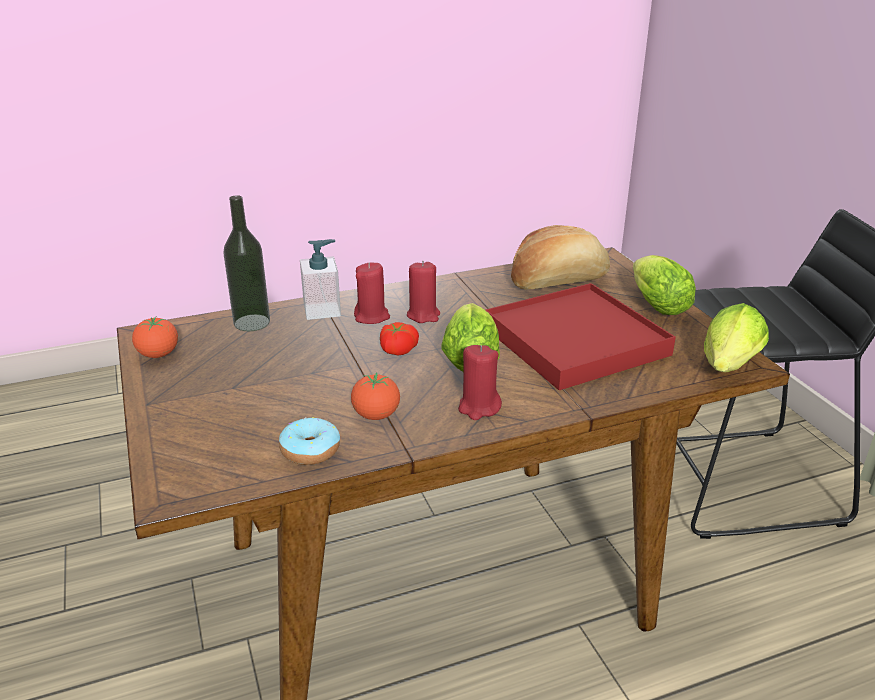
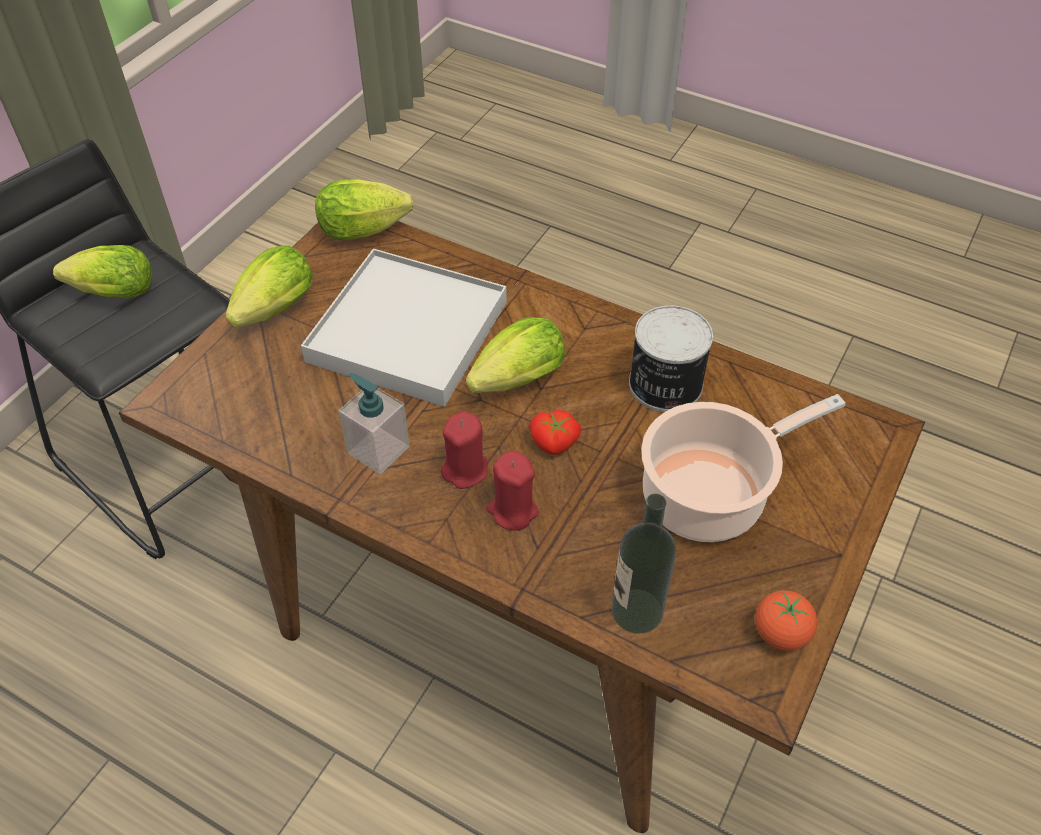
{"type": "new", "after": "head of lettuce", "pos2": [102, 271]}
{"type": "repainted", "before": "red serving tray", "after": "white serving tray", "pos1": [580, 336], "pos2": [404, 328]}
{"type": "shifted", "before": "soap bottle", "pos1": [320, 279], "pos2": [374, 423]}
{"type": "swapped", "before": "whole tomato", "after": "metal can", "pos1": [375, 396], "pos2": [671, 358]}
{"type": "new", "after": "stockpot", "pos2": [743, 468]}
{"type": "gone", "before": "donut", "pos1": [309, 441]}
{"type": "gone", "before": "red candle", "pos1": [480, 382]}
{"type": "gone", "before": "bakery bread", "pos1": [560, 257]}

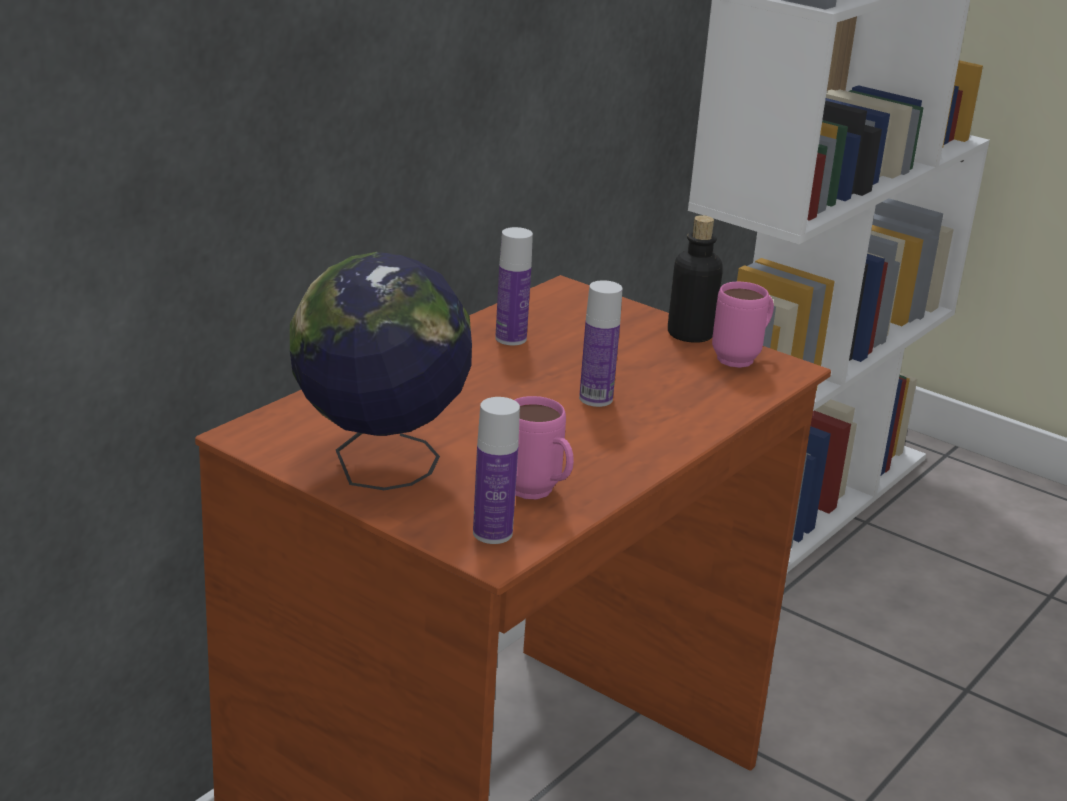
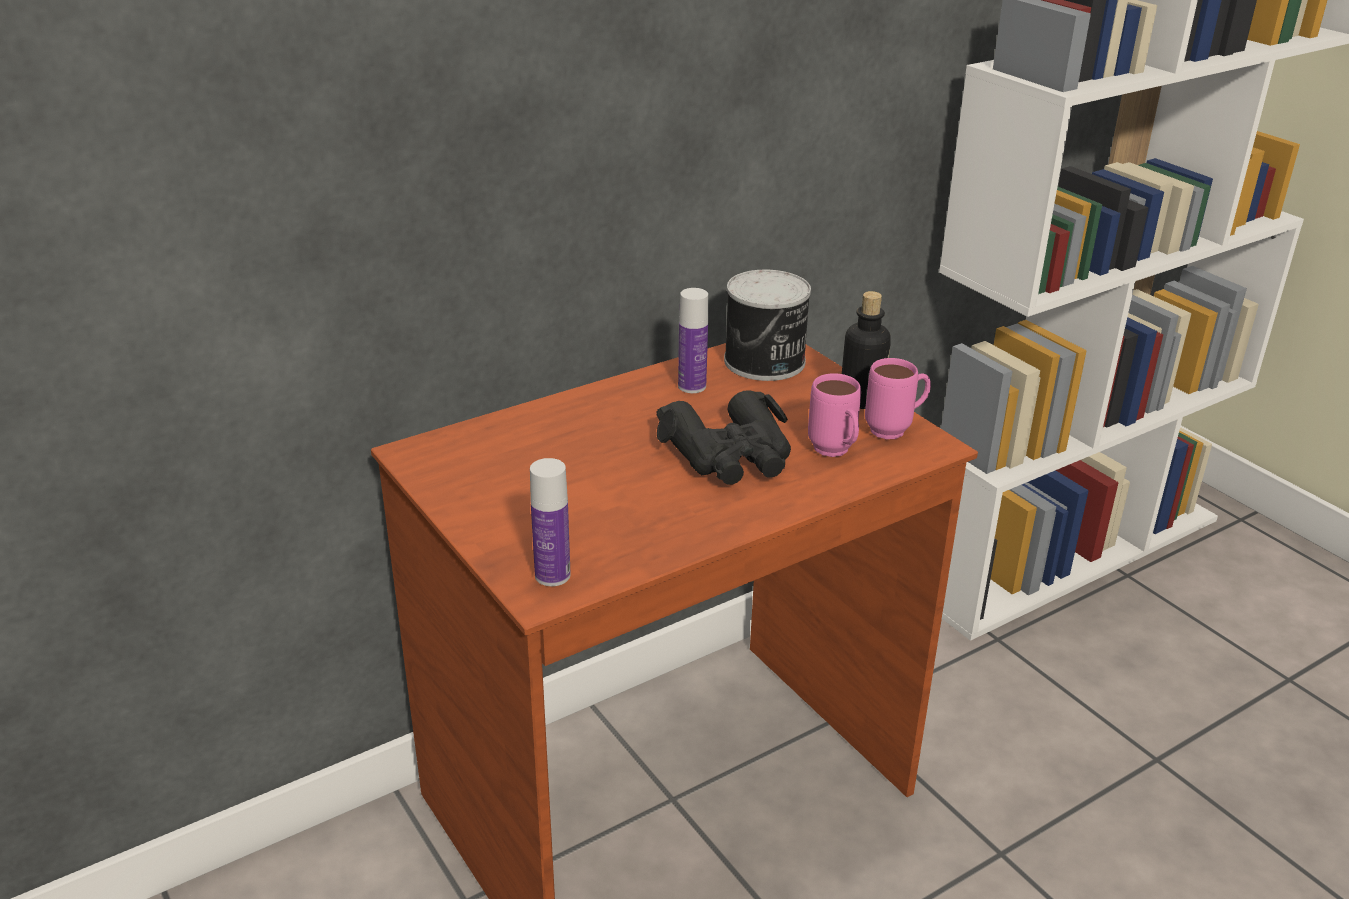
{"type": "swapped", "before": "drink bottle", "after": "black binoculars", "pos1": [601, 343], "pos2": [723, 437]}
{"type": "new", "after": "metal can", "pos2": [767, 325]}
{"type": "shifted", "before": "pink mug", "pos1": [544, 448], "pos2": [834, 415]}
{"type": "gone", "before": "desk globe", "pos1": [381, 371]}

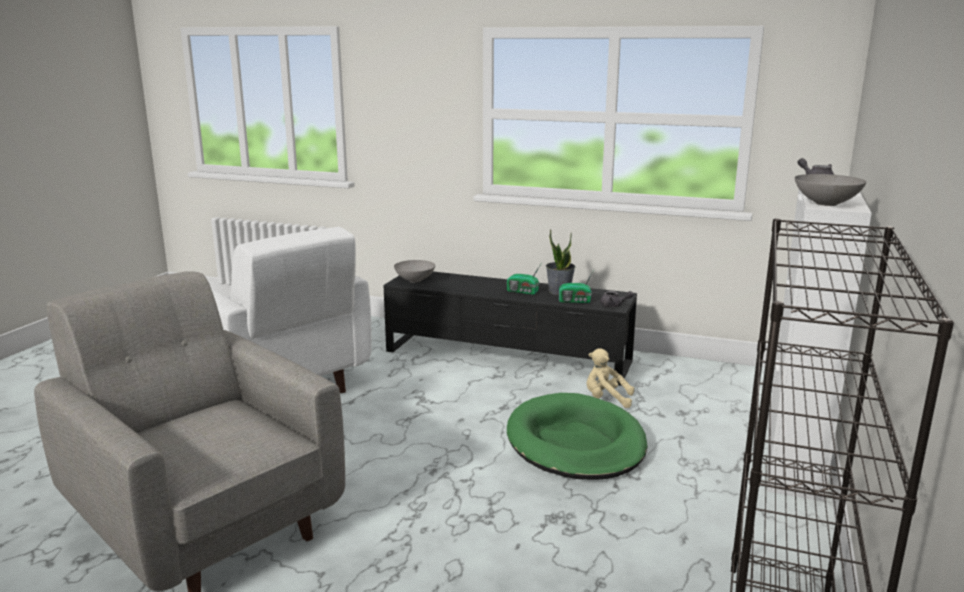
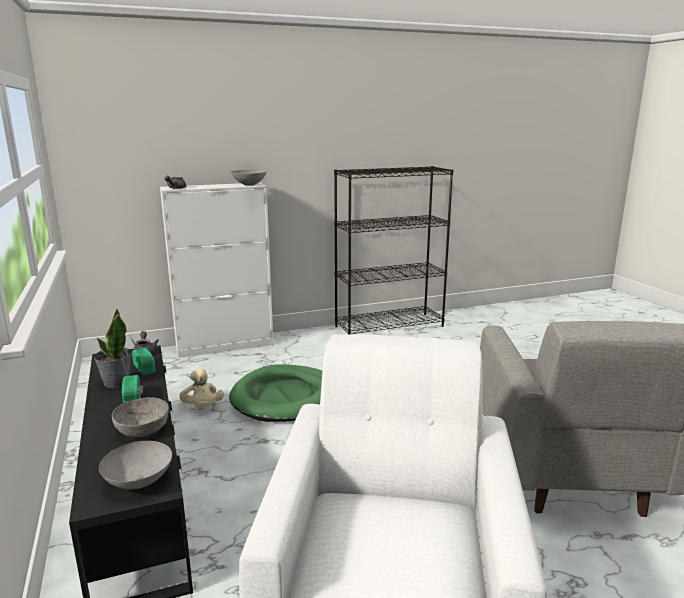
{"type": "new", "after": "gray deep dish", "pos2": [140, 417]}

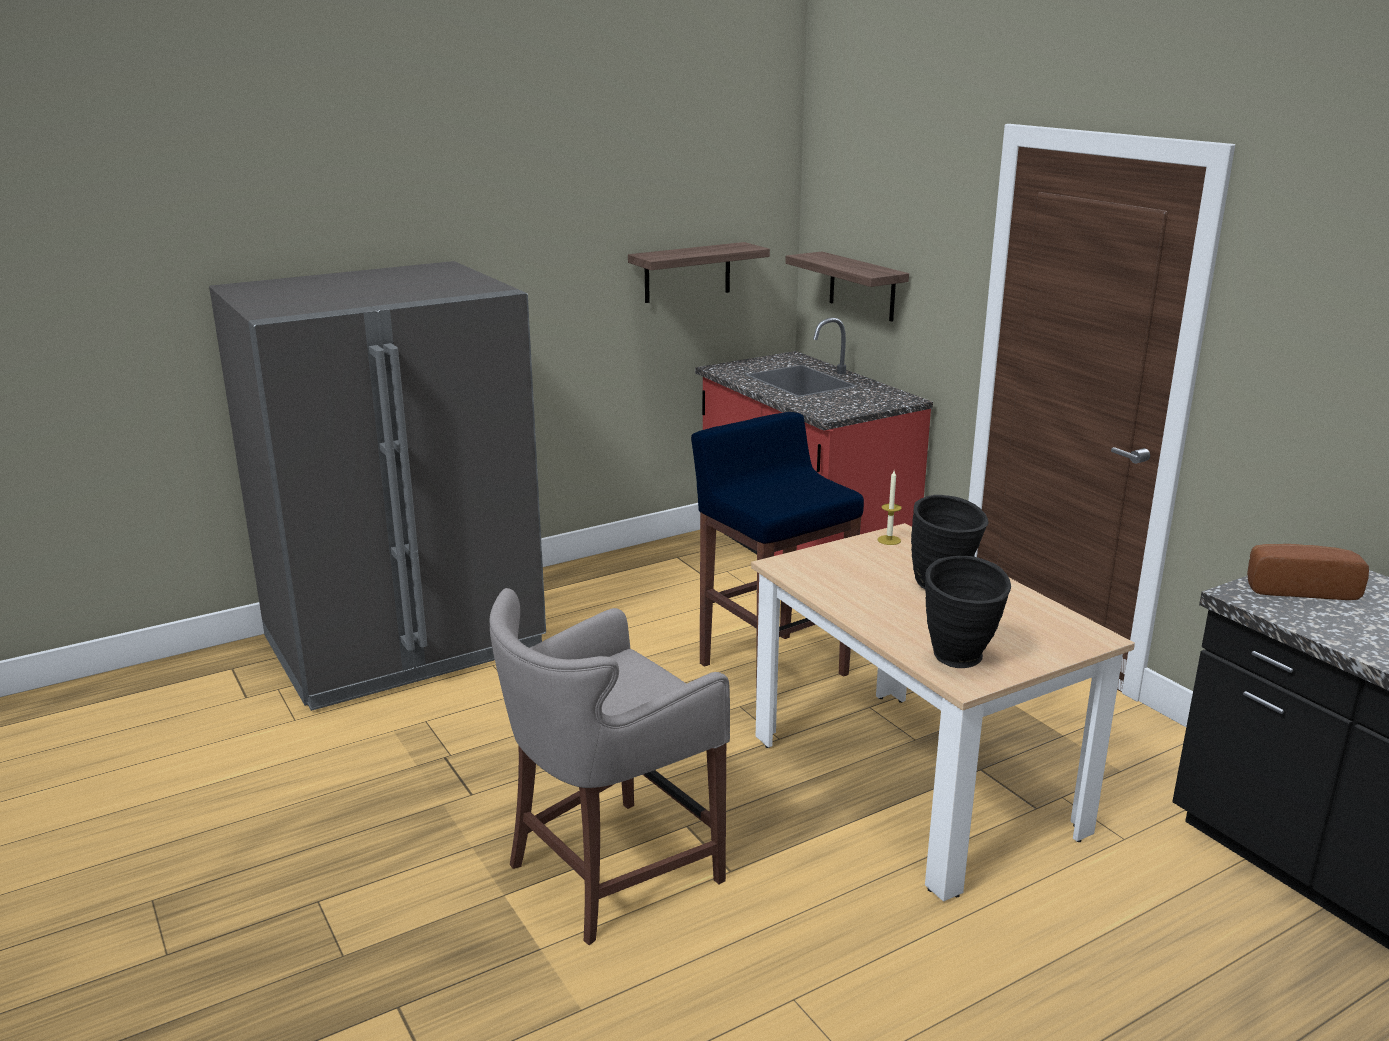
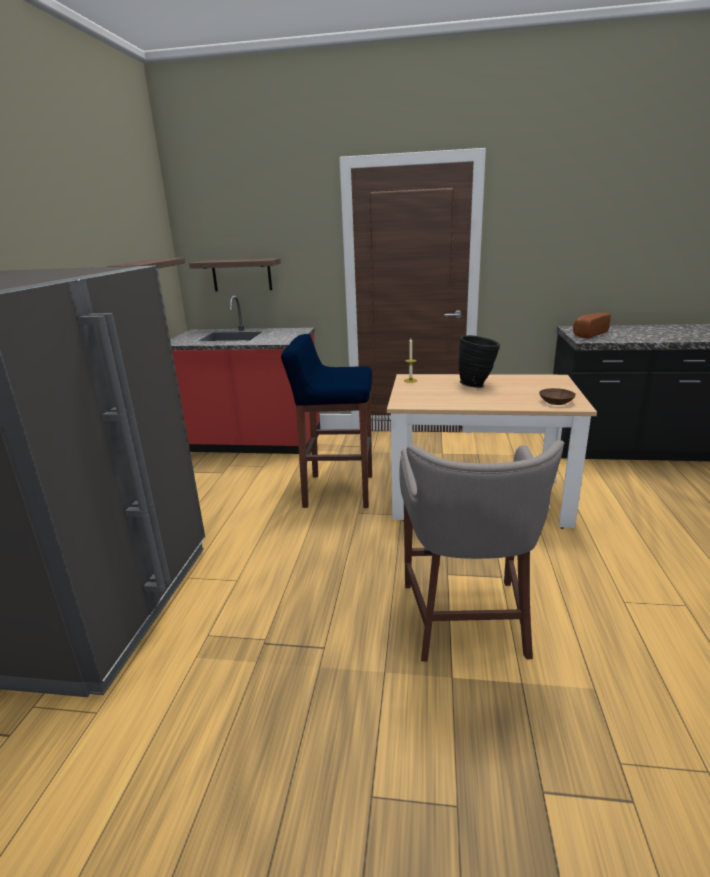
{"type": "swapped", "before": "black vase", "after": "brown-coloured deep dish", "pos1": [968, 612], "pos2": [557, 396]}

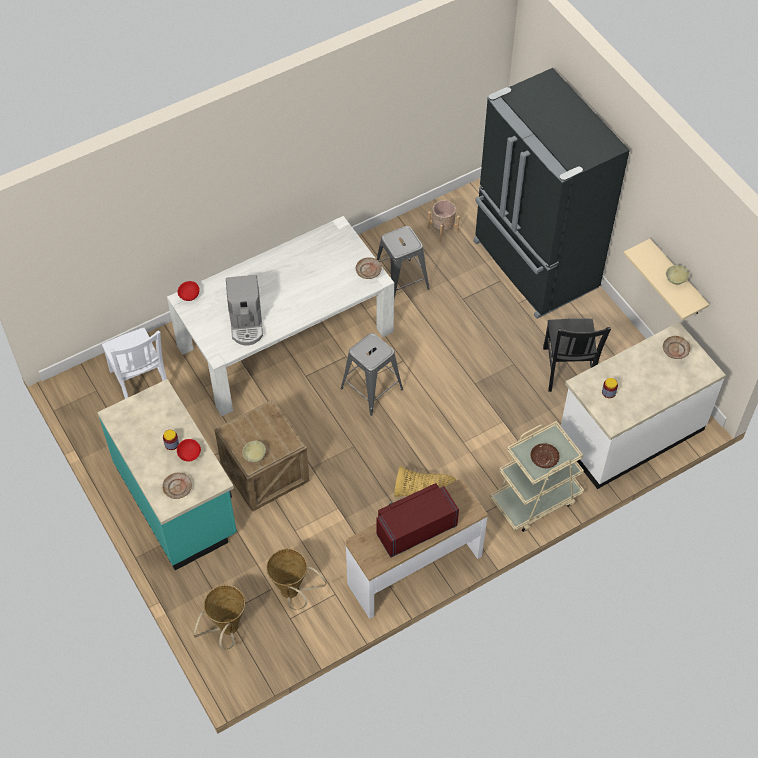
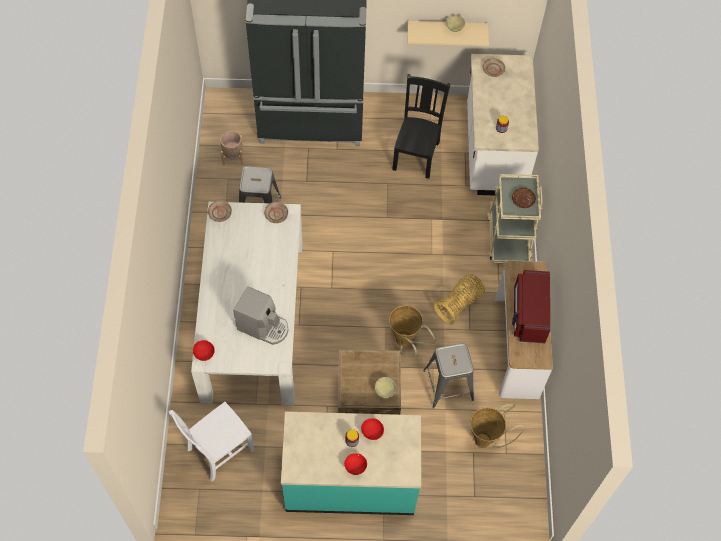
{"type": "rotated", "before": "white upright chair", "pos1": [134, 363], "pos2": [211, 442], "turn": 135}
{"type": "shifted", "before": "sand-coloured flat dish", "pos1": [177, 486], "pos2": [220, 211]}
{"type": "new", "after": "red deep dish", "pos2": [355, 464]}
{"type": "shifted", "before": "storage basket", "pos1": [219, 617], "pos2": [412, 331]}
{"type": "rotated", "before": "black upright chair", "pos1": [577, 355], "pos2": [421, 126], "turn": -105}
{"type": "shifted", "before": "gray stool", "pos1": [372, 374], "pos2": [448, 375]}

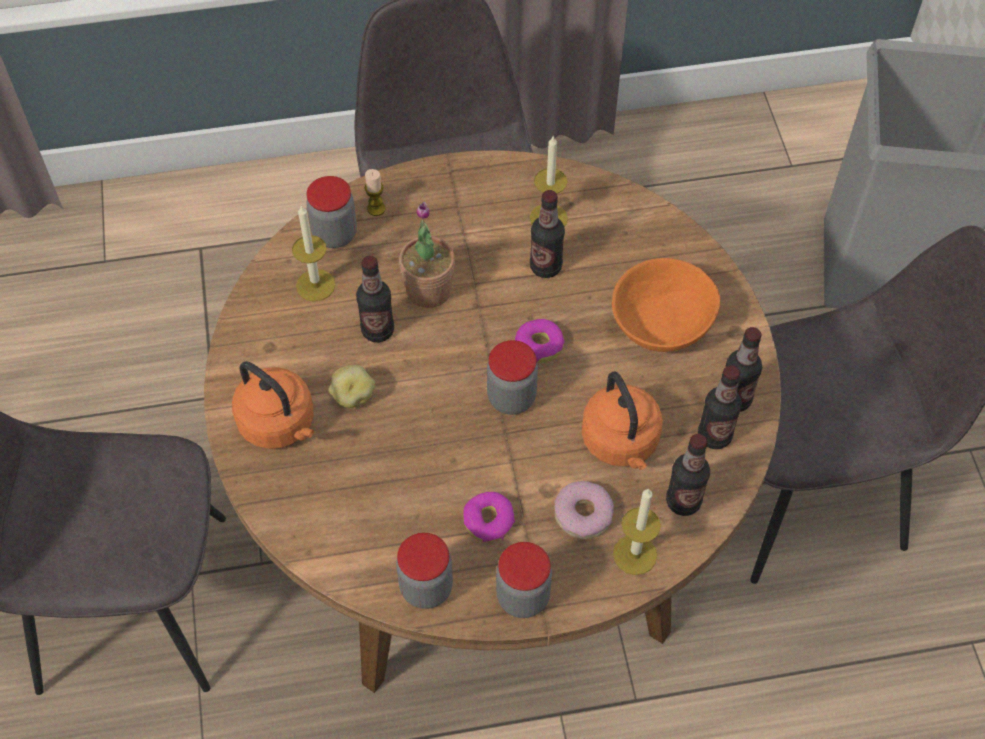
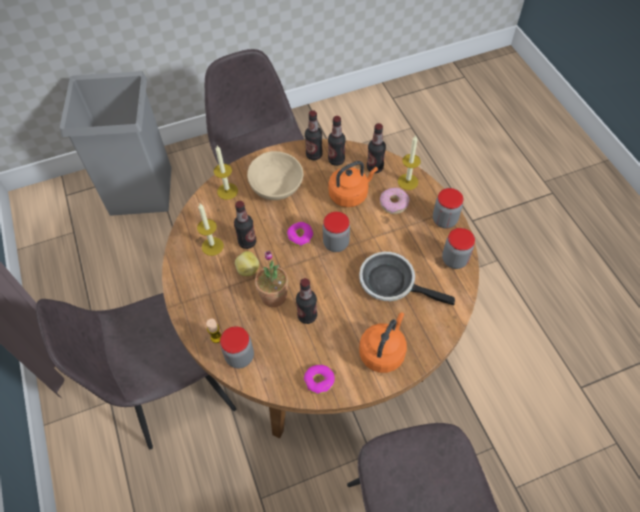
{"type": "shifted", "before": "candle", "pos1": [313, 253], "pos2": [226, 173]}
{"type": "shifted", "before": "spud", "pos1": [352, 386], "pos2": [247, 263]}
{"type": "repainted", "before": "orangey deep dish", "after": "sand-coloured deep dish", "pos1": [666, 305], "pos2": [275, 175]}
{"type": "shifted", "before": "donut", "pos1": [489, 517], "pos2": [319, 379]}
{"type": "new", "after": "pan", "pos2": [407, 278]}

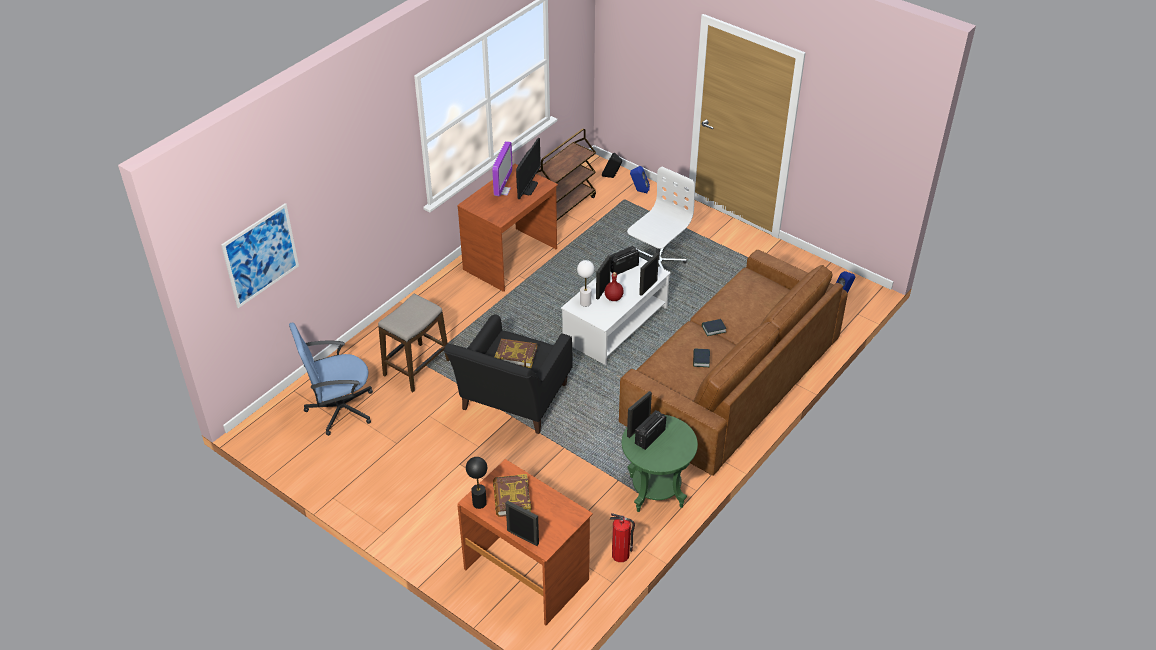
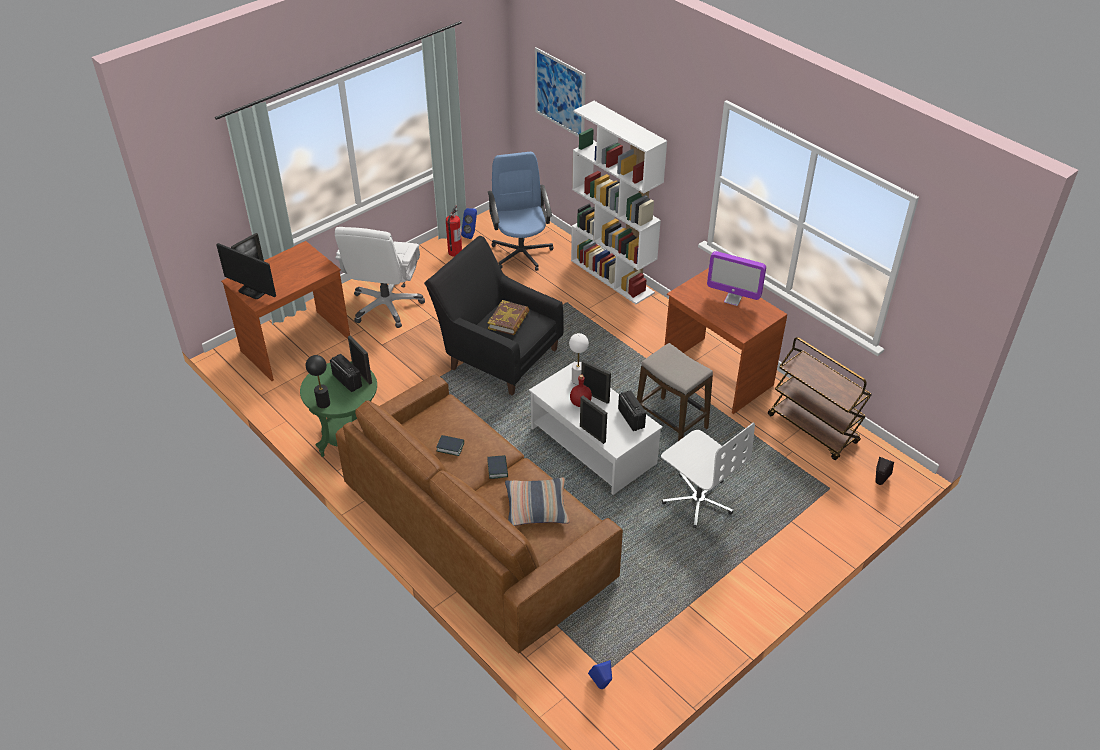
{"type": "shifted", "before": "computer screen", "pos1": [528, 168], "pos2": [246, 271]}
{"type": "shifted", "before": "black table lamp", "pos1": [476, 483], "pos2": [318, 381]}
{"type": "new", "after": "white computer chair", "pos2": [380, 277]}
{"type": "shifted", "before": "fire-fighting cylinder", "pos1": [622, 537], "pos2": [454, 231]}
{"type": "shifted", "before": "blue speaker", "pos1": [640, 179], "pos2": [469, 223]}
{"type": "new", "after": "throw pillow", "pos2": [537, 501]}
{"type": "new", "after": "white shelving unit", "pos2": [619, 202]}
{"type": "shifted", "before": "stool", "pos1": [413, 343], "pos2": [675, 392]}
{"type": "gone", "before": "volume", "pos1": [512, 495]}

